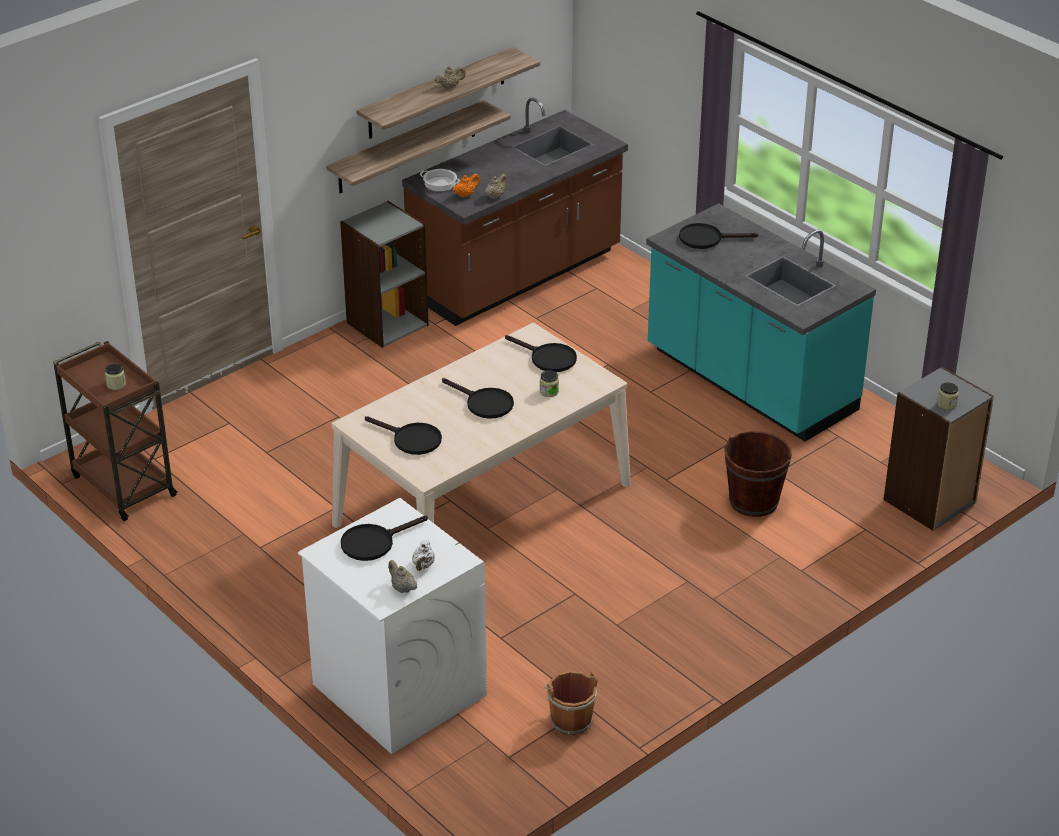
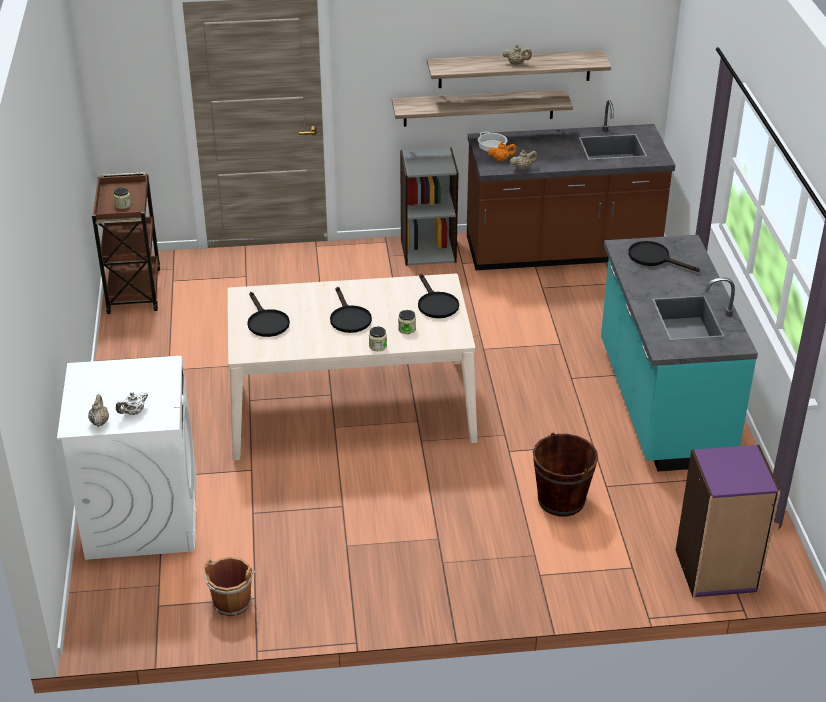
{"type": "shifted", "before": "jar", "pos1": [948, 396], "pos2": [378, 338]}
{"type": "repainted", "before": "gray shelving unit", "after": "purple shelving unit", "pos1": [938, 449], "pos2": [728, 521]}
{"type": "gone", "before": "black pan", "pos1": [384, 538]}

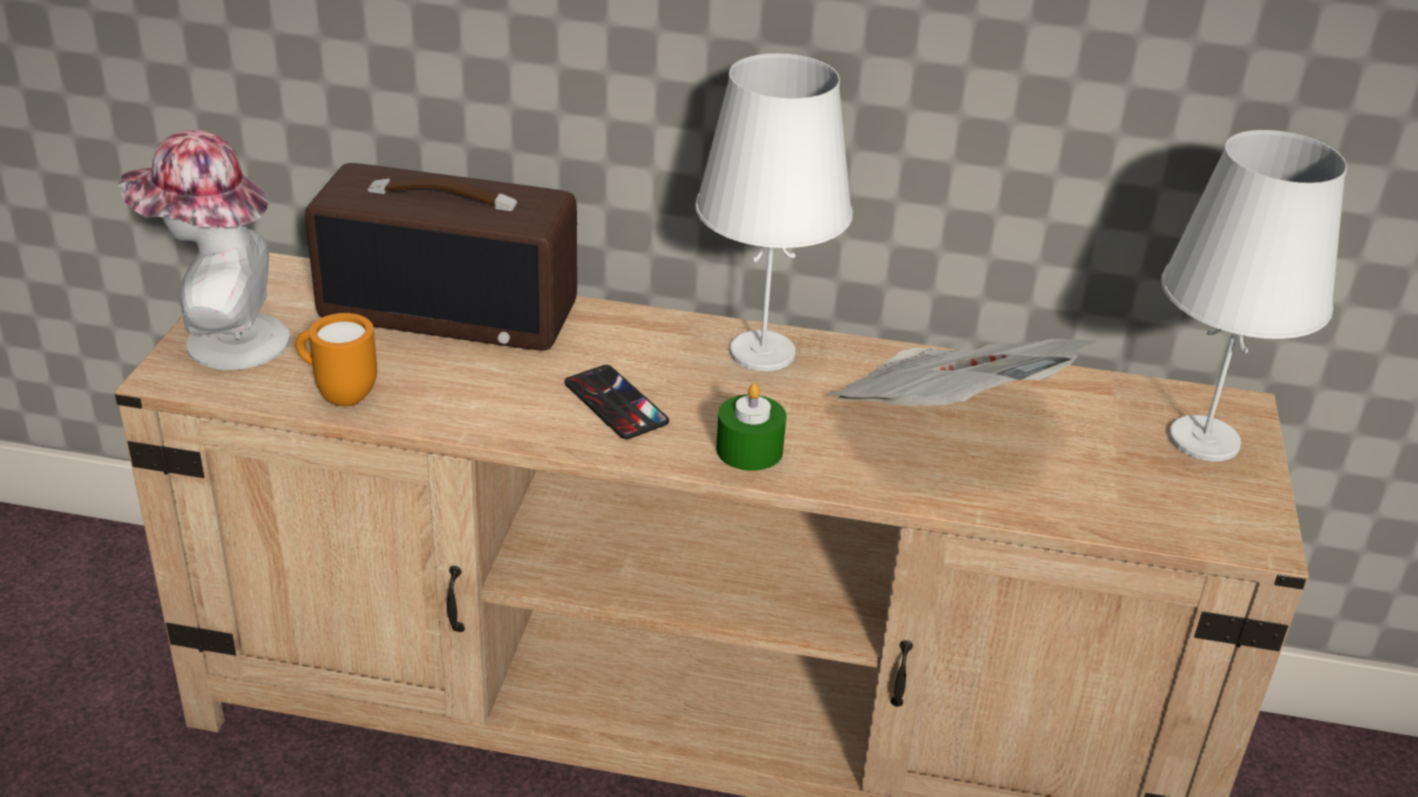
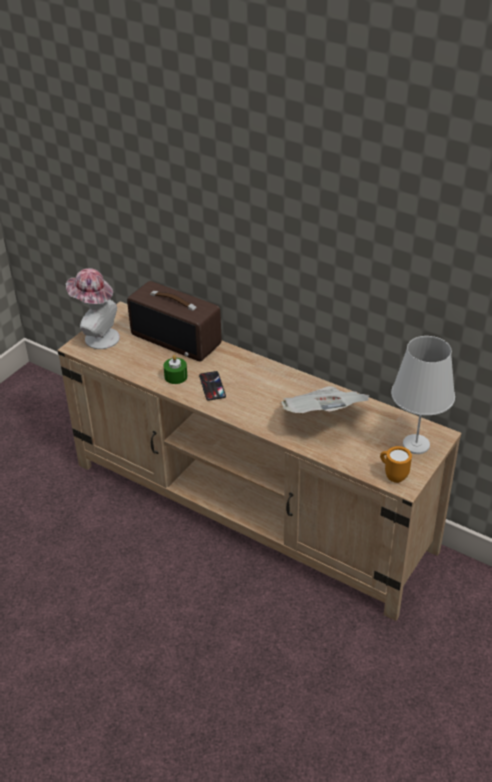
{"type": "shifted", "before": "greenish candle", "pos1": [751, 427], "pos2": [175, 369]}
{"type": "shifted", "before": "orangey mug", "pos1": [336, 359], "pos2": [396, 464]}
{"type": "gone", "before": "white table lamp", "pos1": [774, 212]}

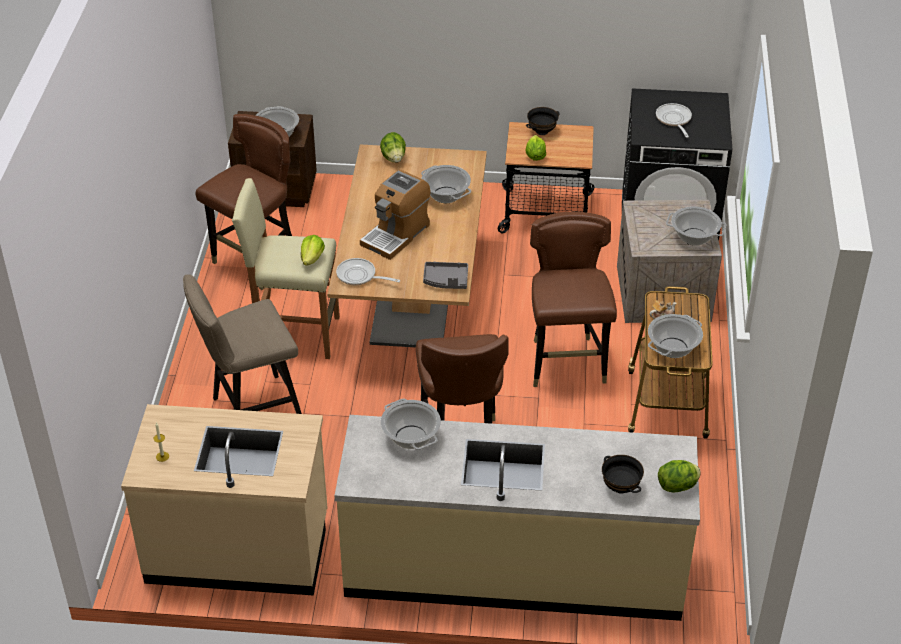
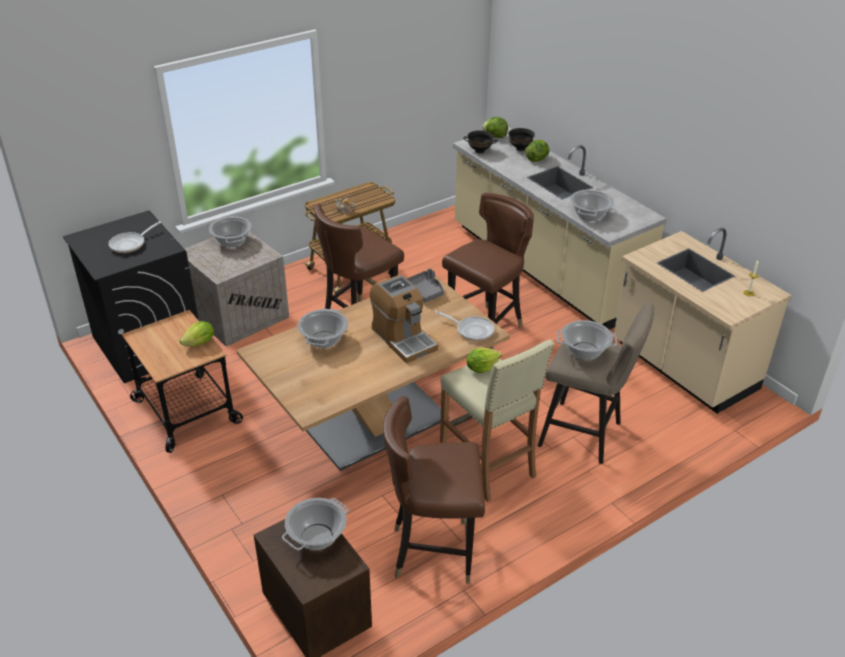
{"type": "rotated", "before": "coffee machine", "pos1": [395, 215], "pos2": [404, 319], "turn": 60}
{"type": "rotated", "before": "pan", "pos1": [368, 272], "pos2": [464, 325], "turn": -45}
{"type": "shifted", "before": "black deep dish", "pos1": [542, 121], "pos2": [480, 141]}
{"type": "shifted", "before": "head of lettuce", "pos1": [393, 147], "pos2": [537, 151]}
{"type": "shifted", "before": "stockpot", "pos1": [675, 336], "pos2": [587, 340]}

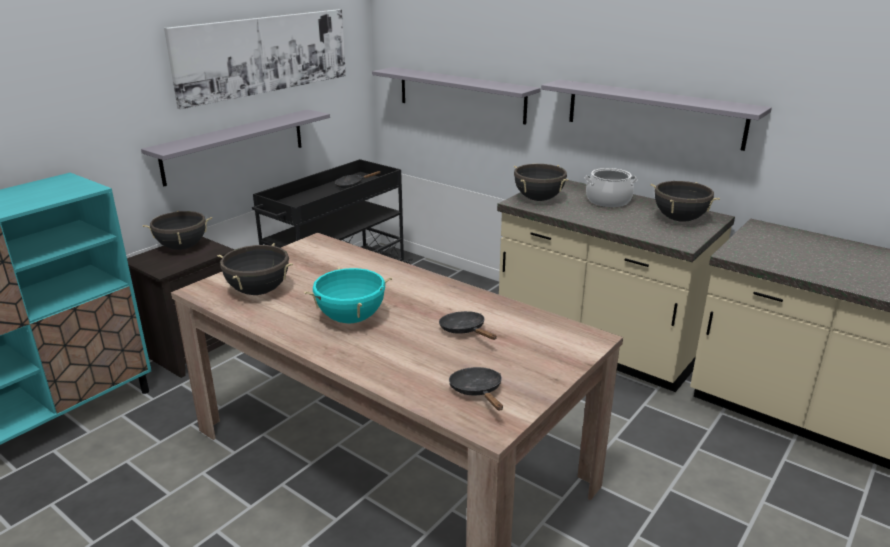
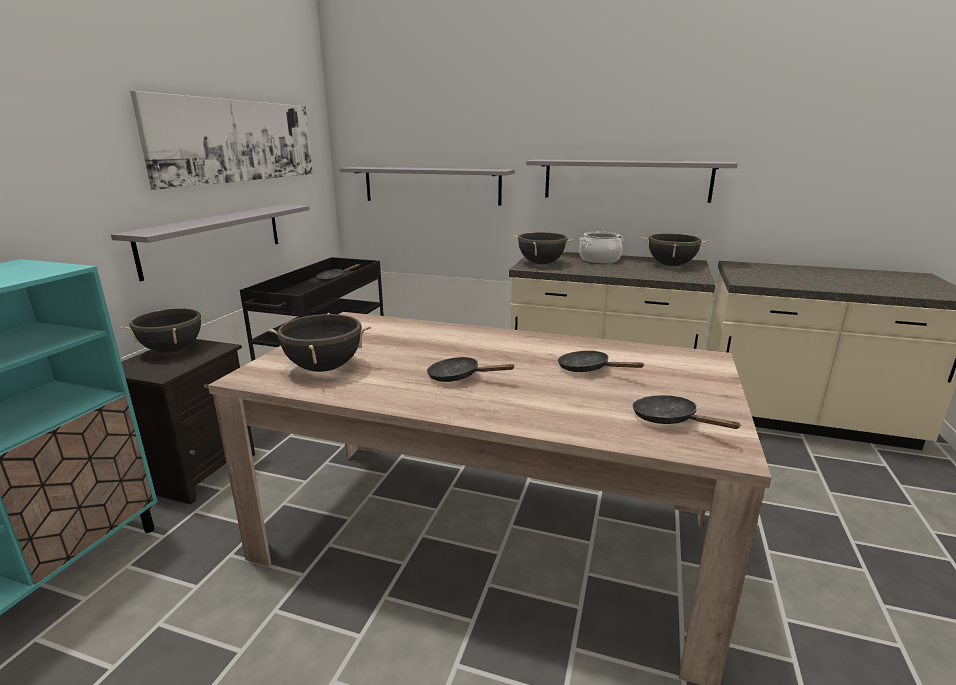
{"type": "swapped", "before": "blue-green stockpot", "after": "black pan", "pos1": [348, 295], "pos2": [471, 369]}

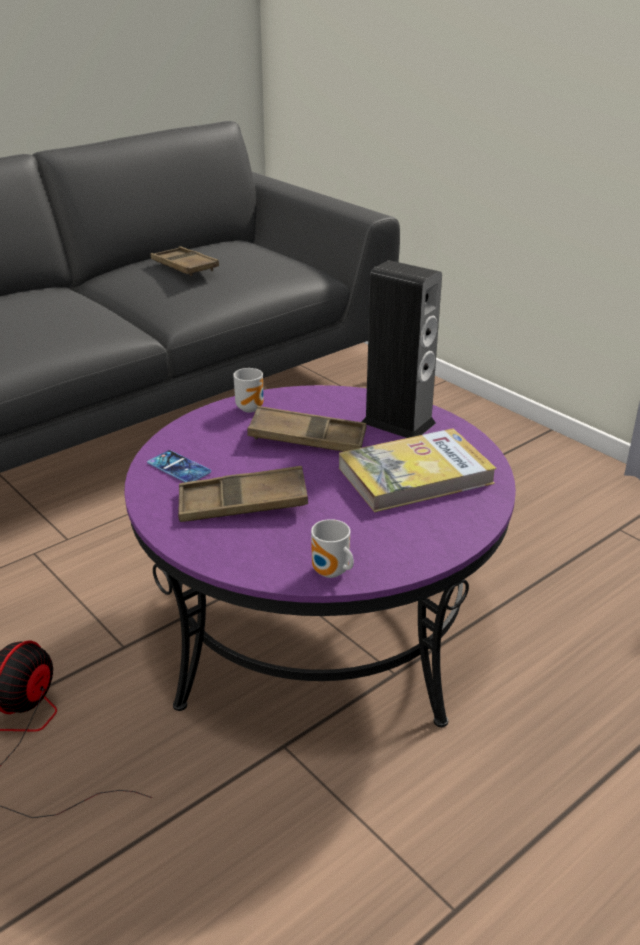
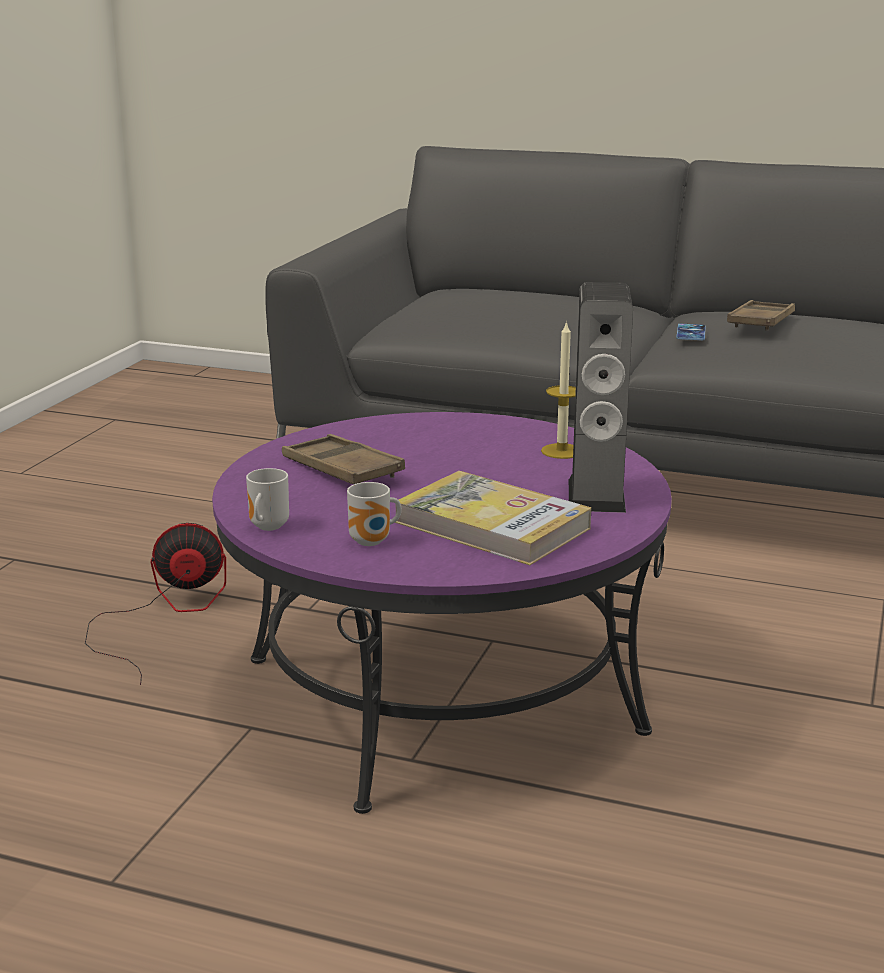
{"type": "shifted", "before": "mug", "pos1": [248, 390], "pos2": [374, 514]}
{"type": "new", "after": "candle", "pos2": [558, 390]}
{"type": "shifted", "before": "phone", "pos1": [179, 466], "pos2": [691, 331]}
{"type": "gone", "before": "brown-coloured serving tray", "pos1": [306, 428]}

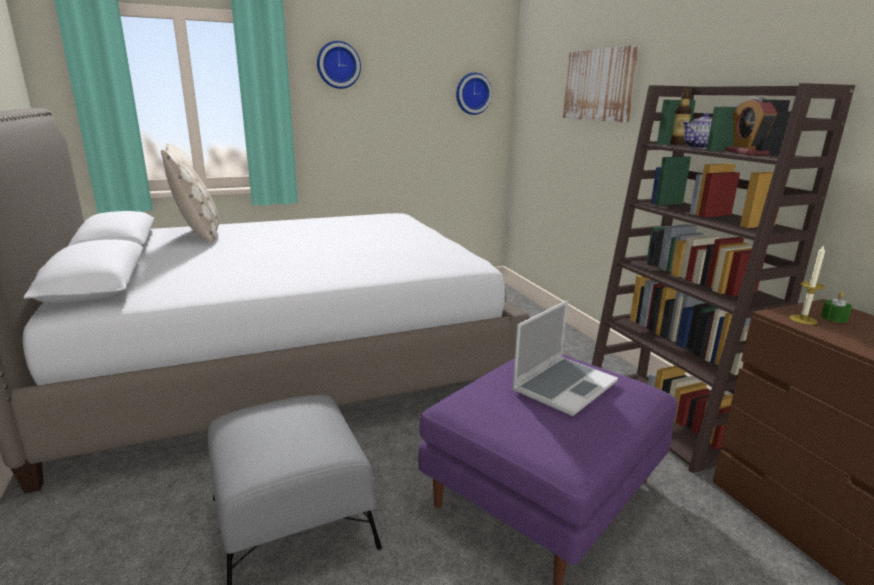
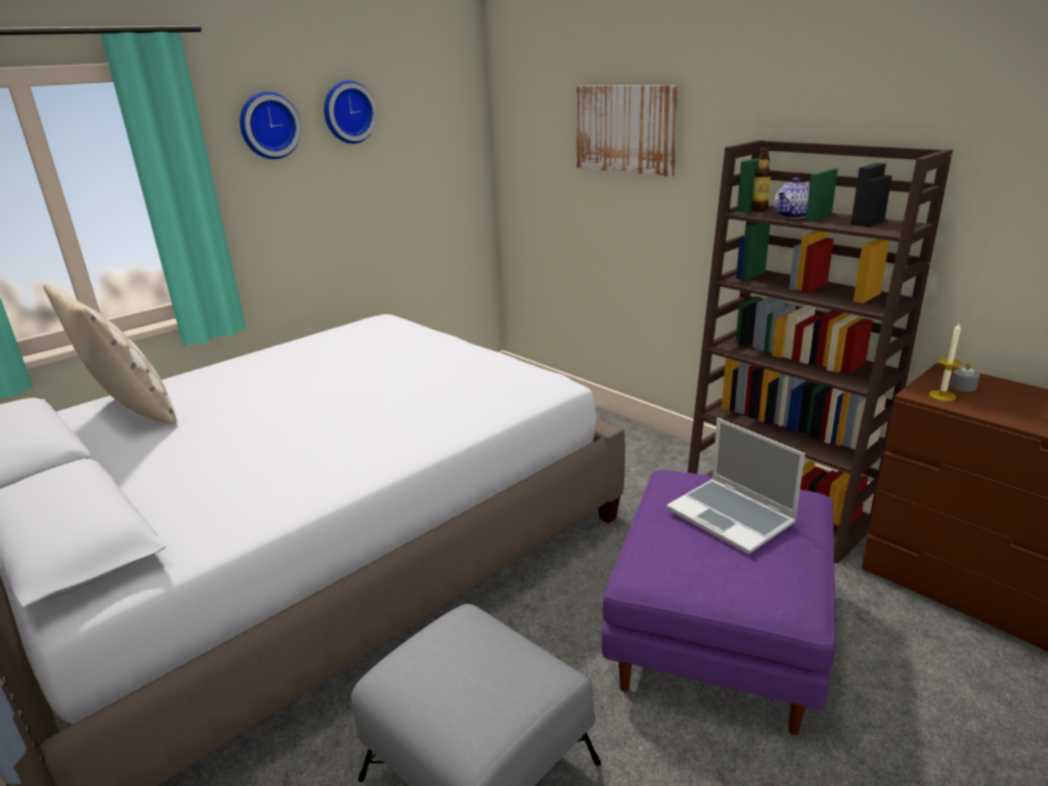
{"type": "shifted", "before": "wall clock", "pos1": [474, 94], "pos2": [350, 112]}
{"type": "rotated", "before": "laptop", "pos1": [565, 358], "pos2": [735, 486], "turn": 120}
{"type": "repainted", "before": "greenish candle", "after": "gray candle", "pos1": [837, 307], "pos2": [965, 377]}
{"type": "gone", "before": "alarm clock", "pos1": [751, 126]}

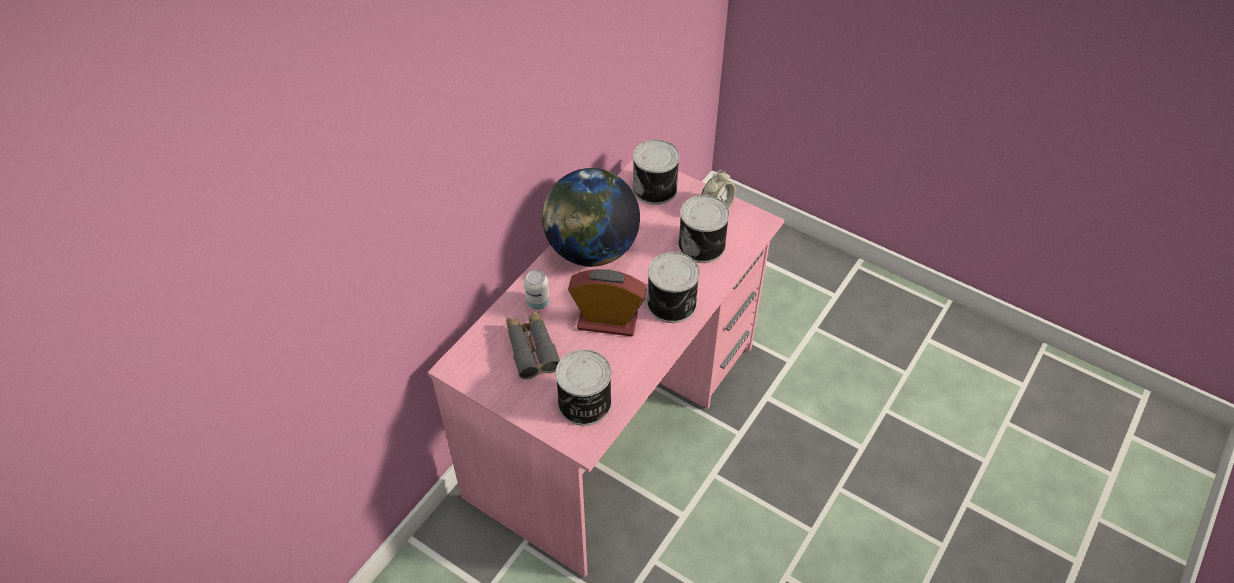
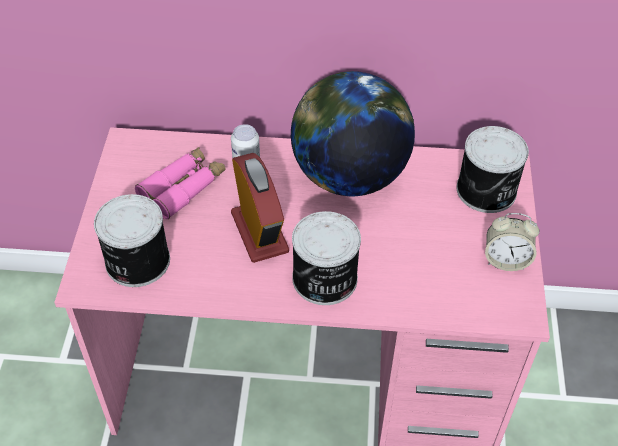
{"type": "repainted", "before": "gray binoculars", "after": "pink binoculars", "pos1": [533, 345], "pos2": [180, 183]}
{"type": "gone", "before": "metal can", "pos1": [704, 229]}

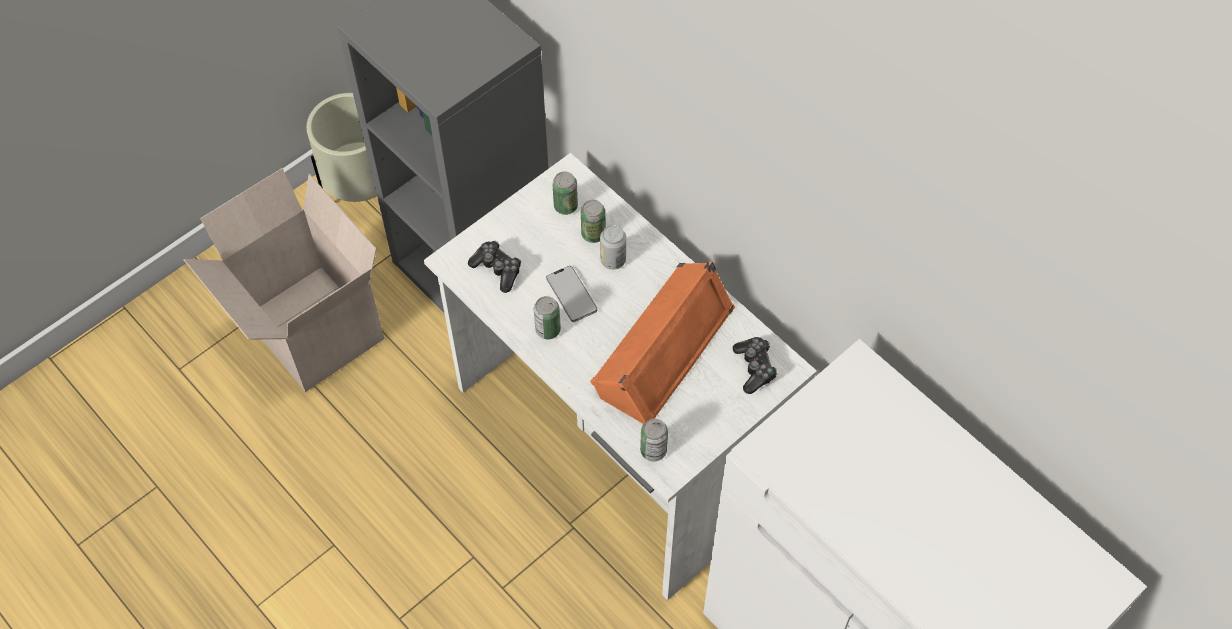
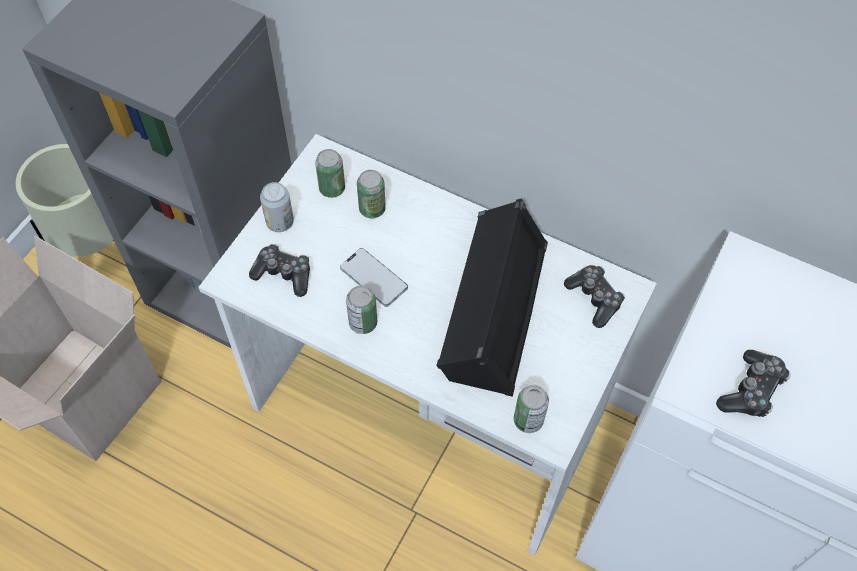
{"type": "shifted", "before": "metal can", "pos1": [613, 247], "pos2": [277, 207]}
{"type": "repainted", "before": "orangey speaker", "after": "black speaker", "pos1": [662, 342], "pos2": [492, 298]}
{"type": "new", "after": "game controller", "pos2": [753, 383]}

